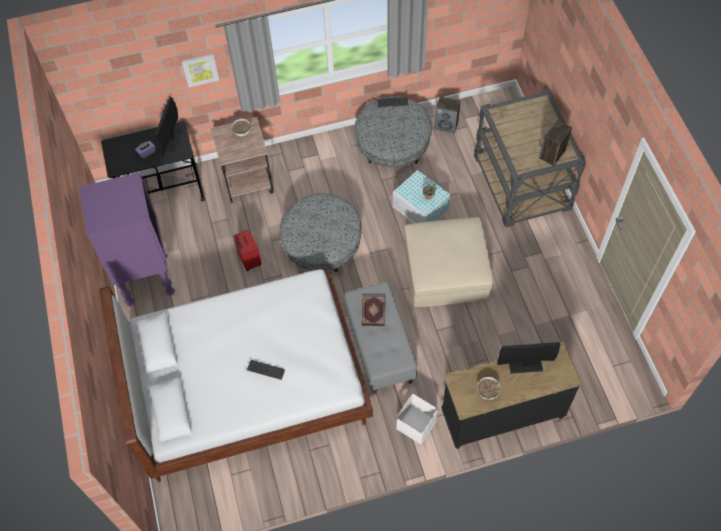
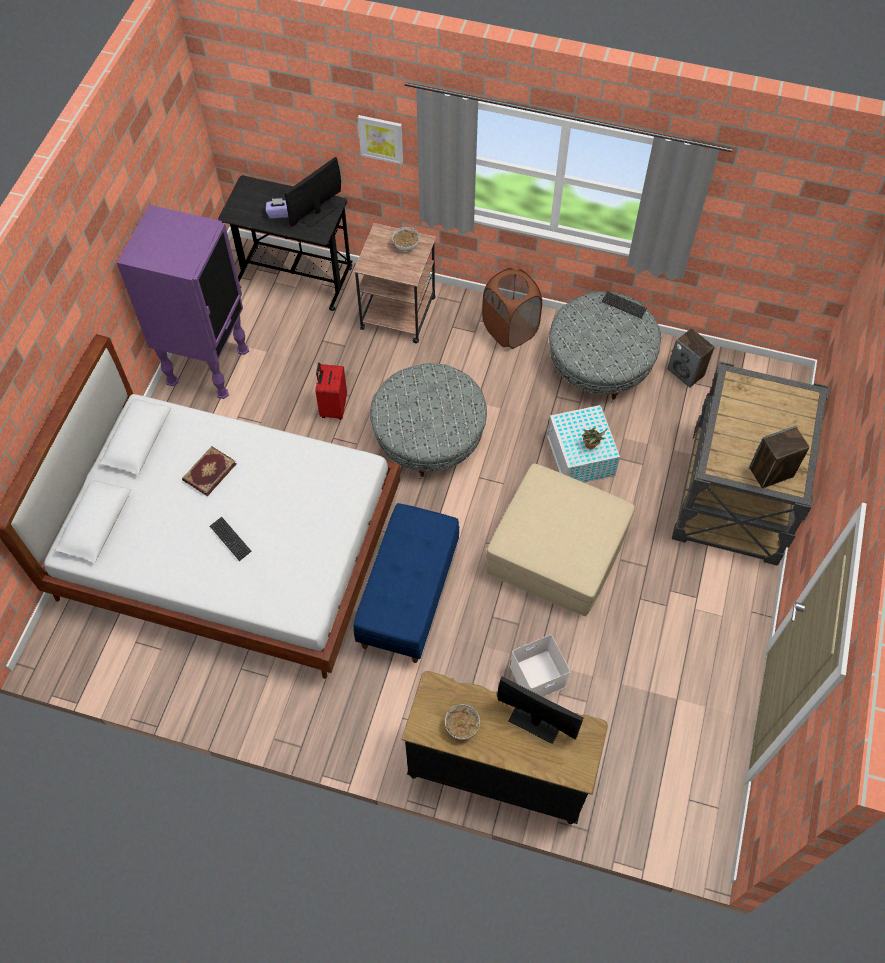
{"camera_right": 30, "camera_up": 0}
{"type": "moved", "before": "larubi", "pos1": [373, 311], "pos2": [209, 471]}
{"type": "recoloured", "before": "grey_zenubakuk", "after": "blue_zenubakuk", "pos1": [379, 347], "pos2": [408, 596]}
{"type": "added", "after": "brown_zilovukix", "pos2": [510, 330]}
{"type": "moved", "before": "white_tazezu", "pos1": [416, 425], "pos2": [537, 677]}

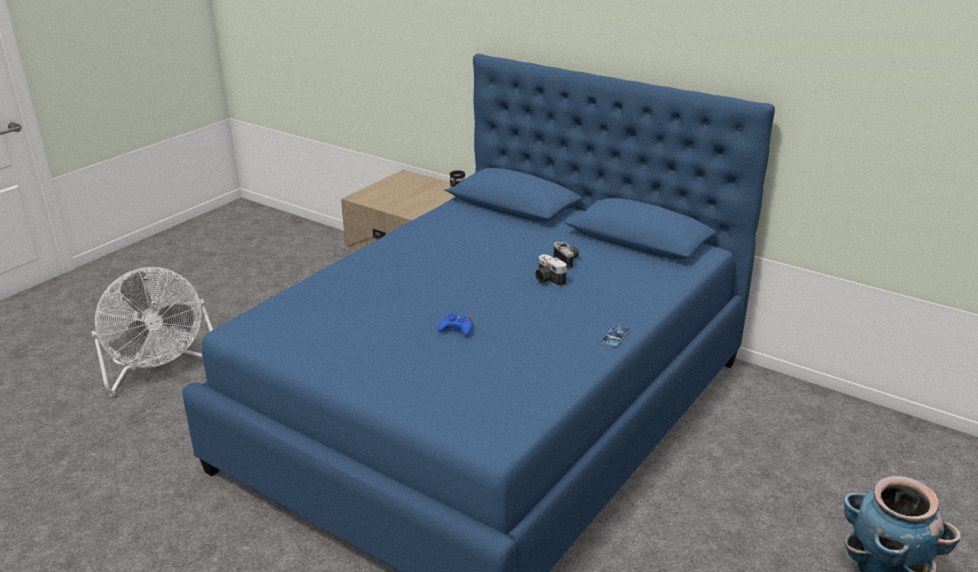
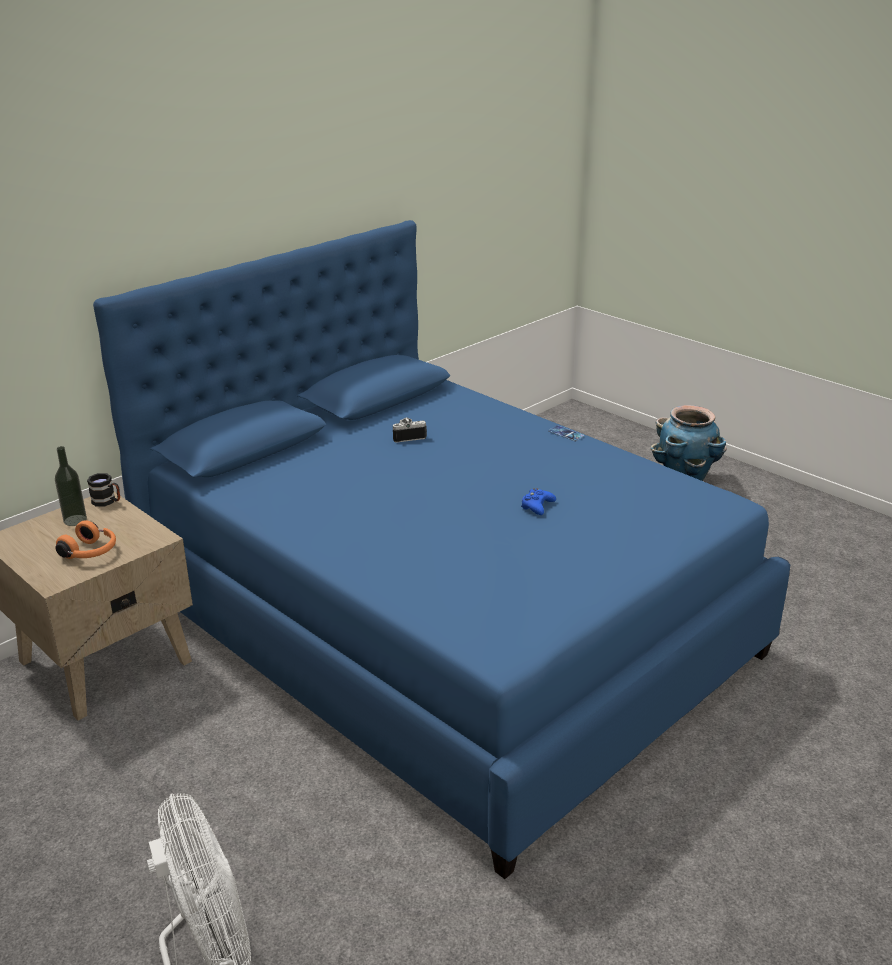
{"camera_right": -80, "camera_up": 0}
{"type": "added", "after": "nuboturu", "pos2": [75, 520]}
{"type": "added", "after": "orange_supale", "pos2": [91, 552]}
{"type": "removed", "before": "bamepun", "pos1": [548, 280]}

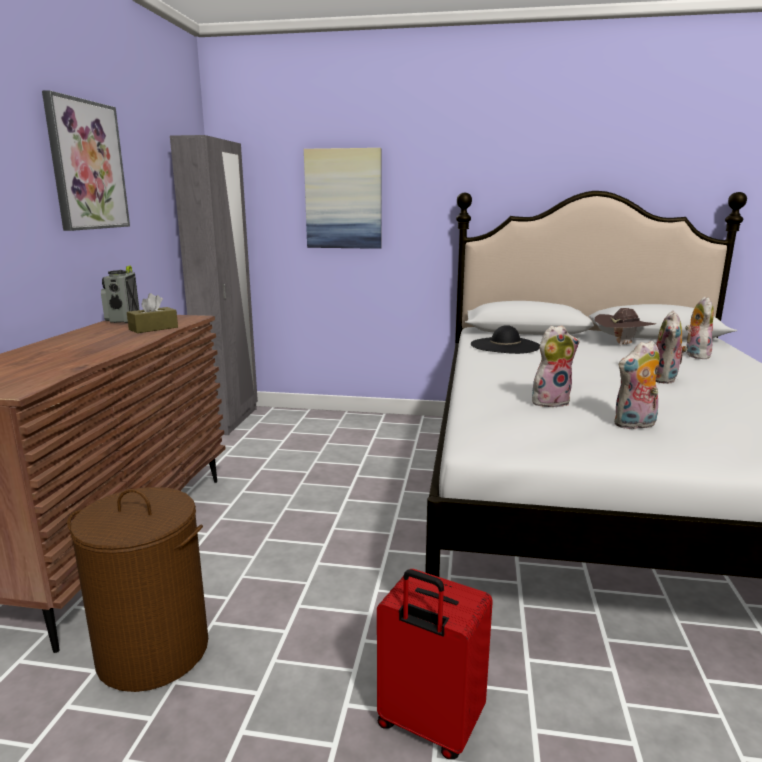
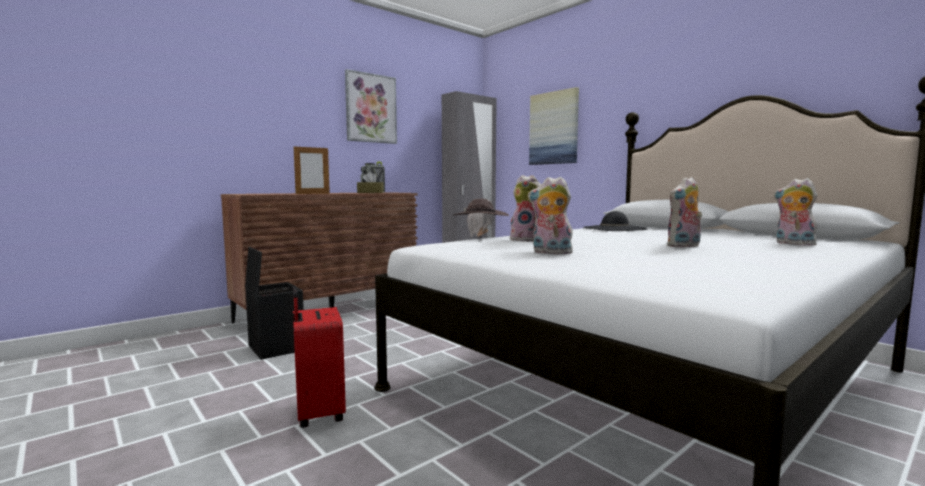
{"camera_right": 40, "camera_up": -10}
{"type": "replaced", "before": "brown_zilovukix", "after": "black_tazezu", "pos1": [152, 651], "pos2": [275, 348]}
{"type": "added", "after": "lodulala", "pos2": [312, 193]}
{"type": "moved", "before": "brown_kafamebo", "pos1": [622, 344], "pos2": [480, 237]}
{"type": "turned", "before": "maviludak", "pos1": [694, 355], "pos2": [793, 244], "turn": -90}

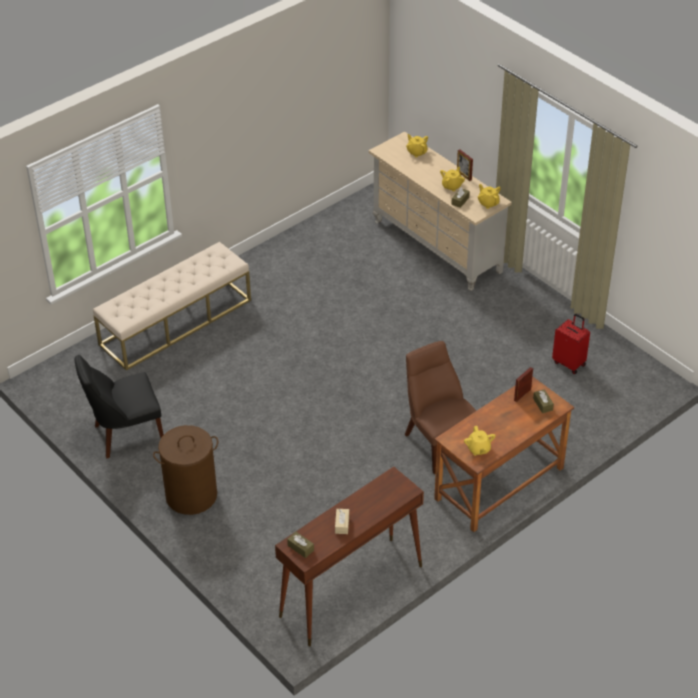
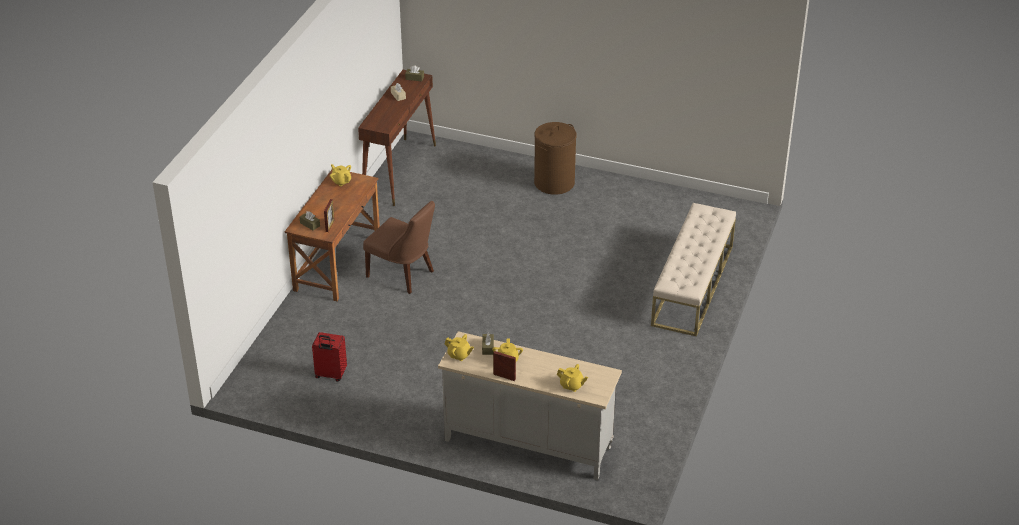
{"camera_right": 150, "camera_up": -5}
{"type": "removed", "before": "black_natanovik", "pos1": [125, 434]}

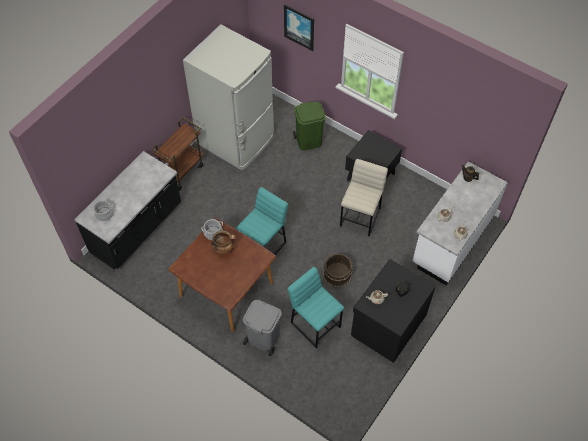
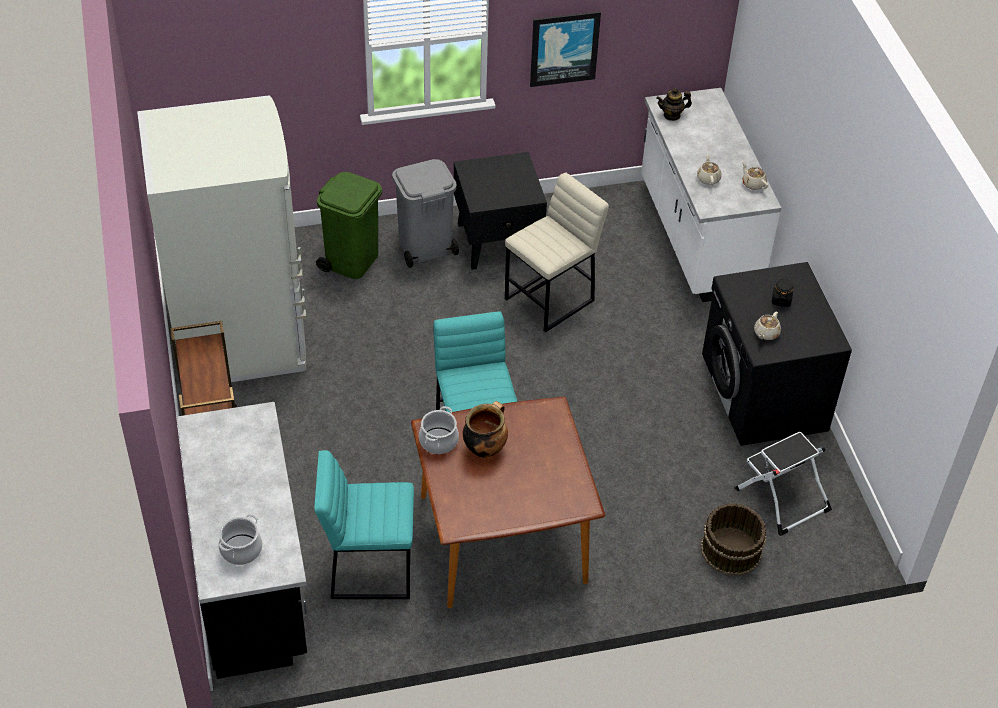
{"camera_right": -50, "camera_up": -10}
{"type": "moved", "before": "turquoise_natanovik", "pos1": [314, 324], "pos2": [368, 569]}
{"type": "moved", "before": "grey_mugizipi", "pos1": [263, 339], "pos2": [424, 247]}
{"type": "turned", "before": "beige_natanovik", "pos1": [360, 216], "pos2": [551, 298], "turn": 75}
{"type": "moved", "before": "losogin", "pos1": [299, 27], "pos2": [564, 48]}
{"type": "moved", "before": "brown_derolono", "pos1": [337, 274], "pos2": [730, 550]}
{"type": "added", "after": "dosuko", "pos2": [783, 496]}

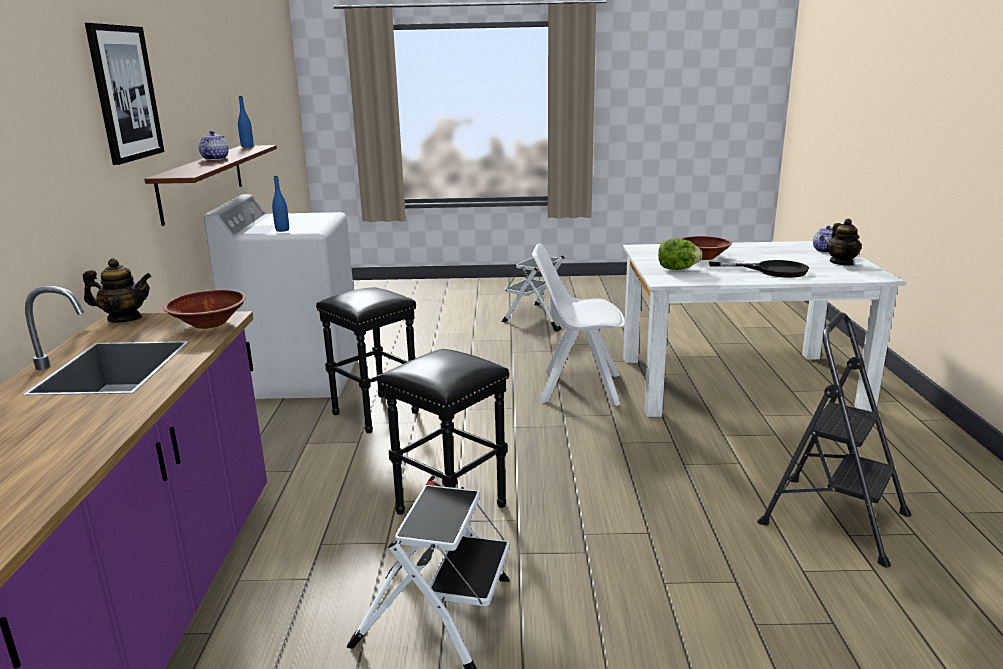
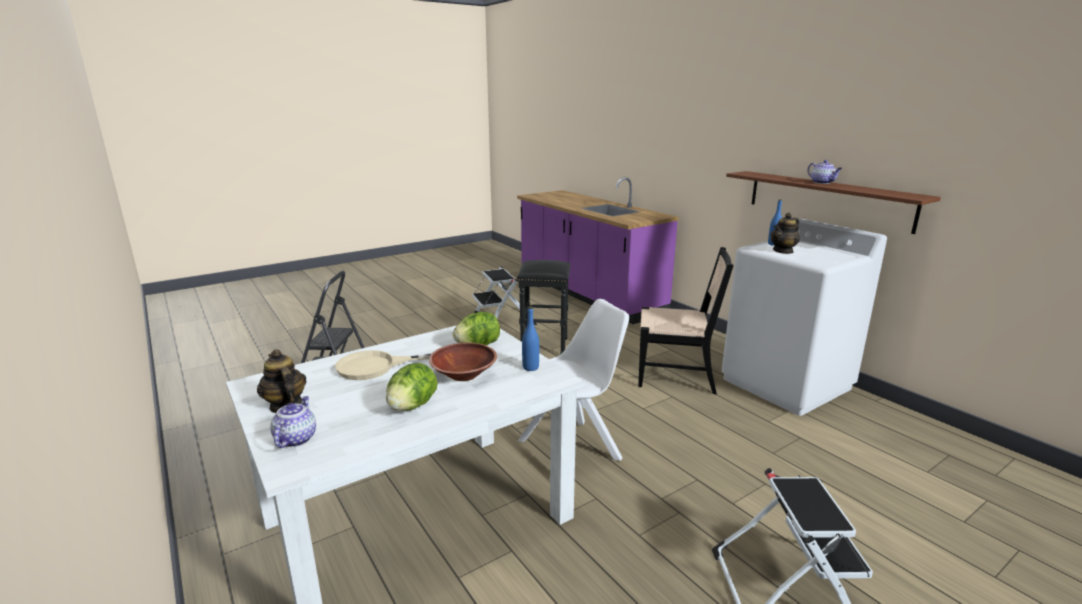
{"camera_right": 145, "camera_up": 0}
{"type": "recoloured", "before": "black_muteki", "after": "beige_muteki", "pos1": [771, 270], "pos2": [377, 366]}
{"type": "added", "after": "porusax", "pos2": [412, 406]}
{"type": "moved", "before": "blue_nuboturu", "pos1": [247, 146], "pos2": [530, 367]}
{"type": "replaced", "before": "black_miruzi", "after": "natanovik", "pos1": [375, 412], "pos2": [676, 377]}
{"type": "moved", "before": "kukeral", "pos1": [124, 319], "pos2": [783, 251]}
{"type": "removed", "before": "losogin", "pos1": [125, 93]}
{"type": "removed", "before": "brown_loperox", "pos1": [209, 323]}

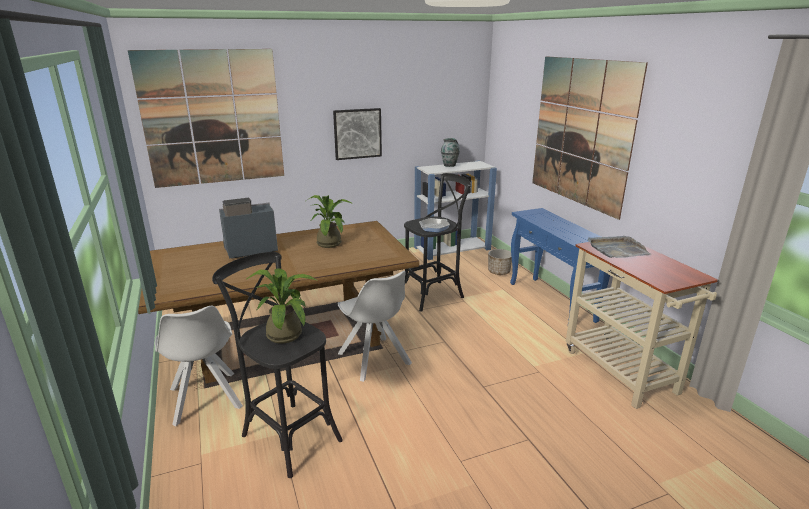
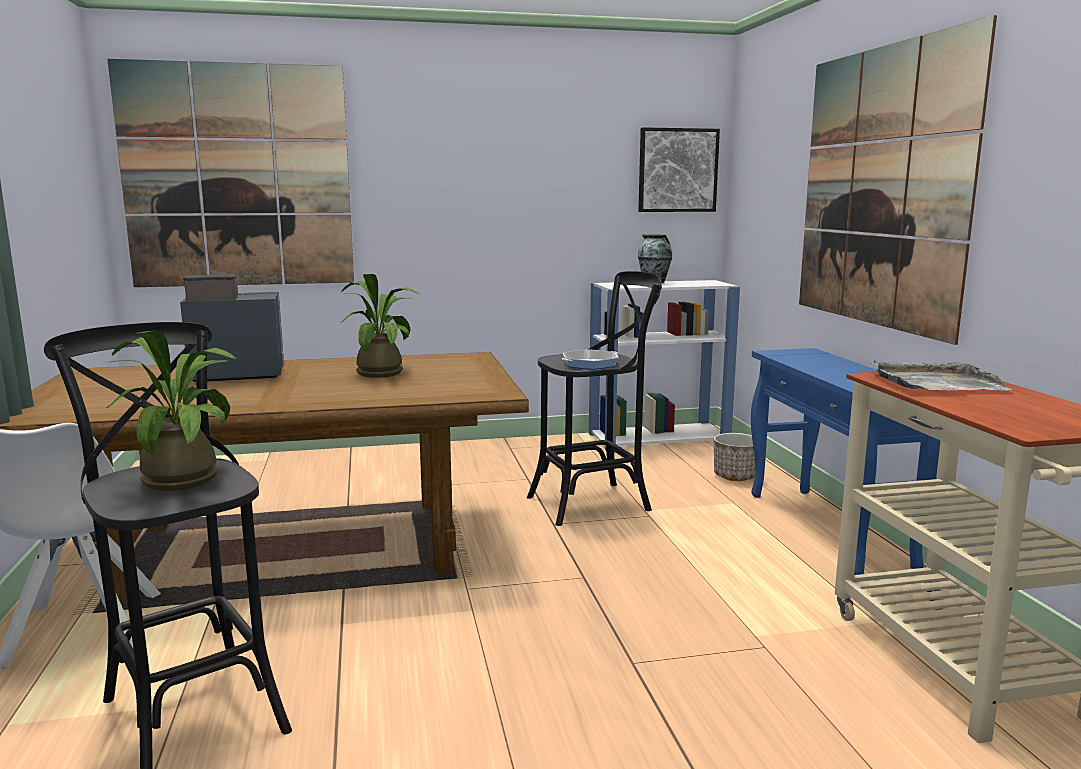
{"camera_right": 10, "camera_up": -10}
{"type": "moved", "before": "losogin", "pos1": [357, 133], "pos2": [677, 170]}
{"type": "removed", "before": "white_natanovik", "pos1": [374, 359]}

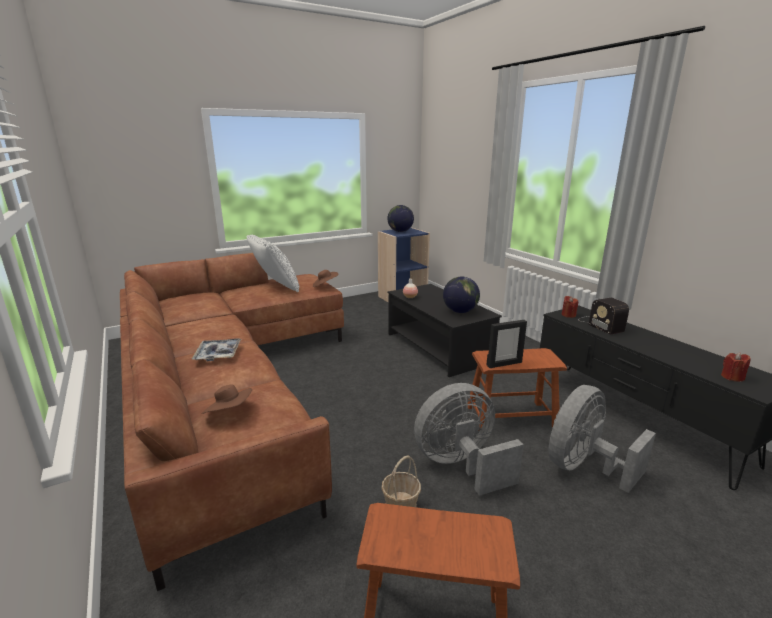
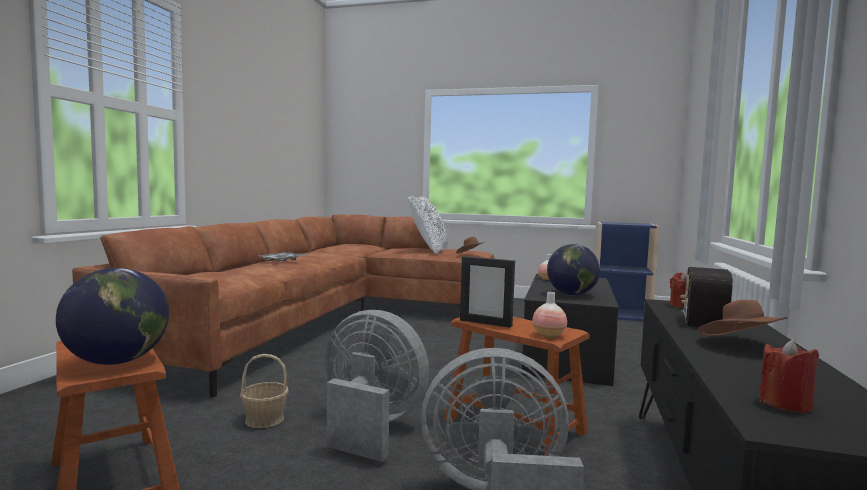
{"camera_right": 45, "camera_up": -15}
{"type": "moved", "before": "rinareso", "pos1": [400, 231], "pos2": [116, 362]}
{"type": "added", "after": "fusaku", "pos2": [548, 335]}
{"type": "moved", "before": "brown_kafamebo", "pos1": [230, 413], "pos2": [740, 345]}

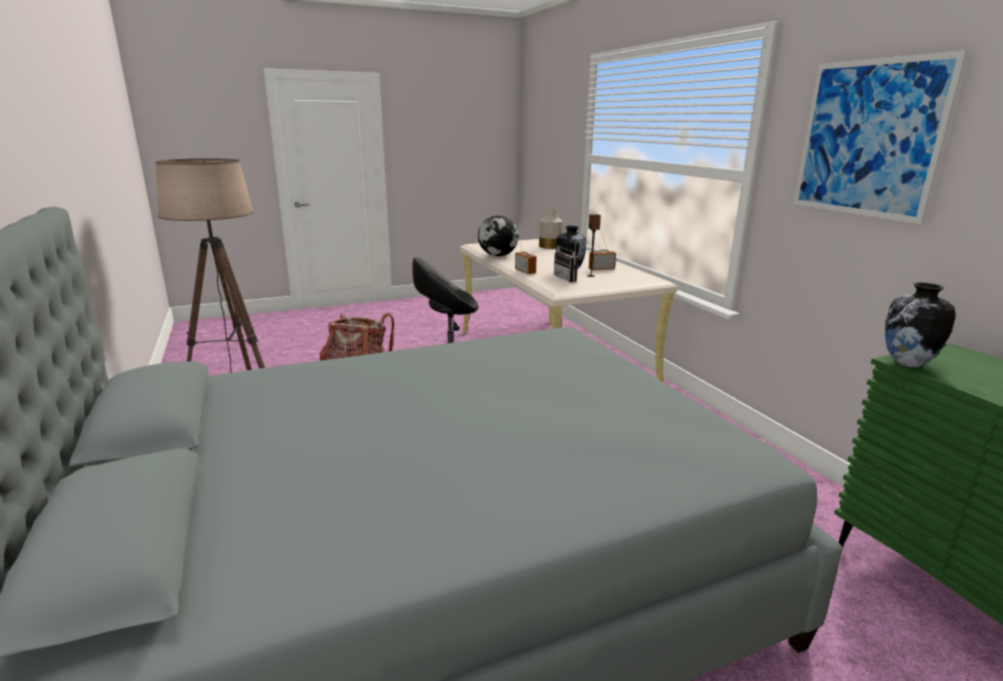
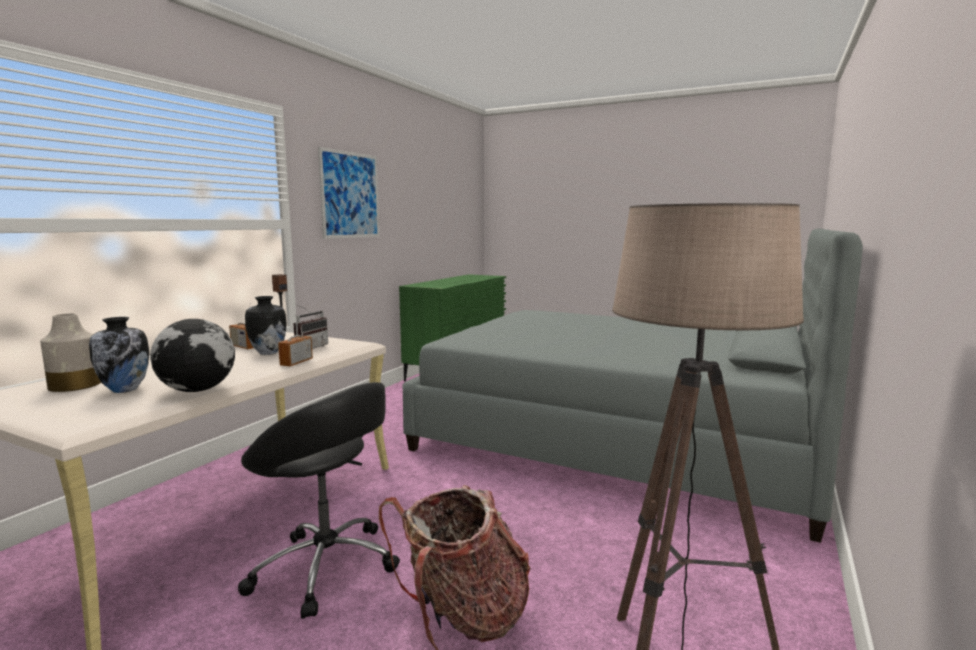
{"camera_right": -130, "camera_up": -10}
{"type": "moved", "before": "fusaku", "pos1": [907, 363], "pos2": [125, 389]}

